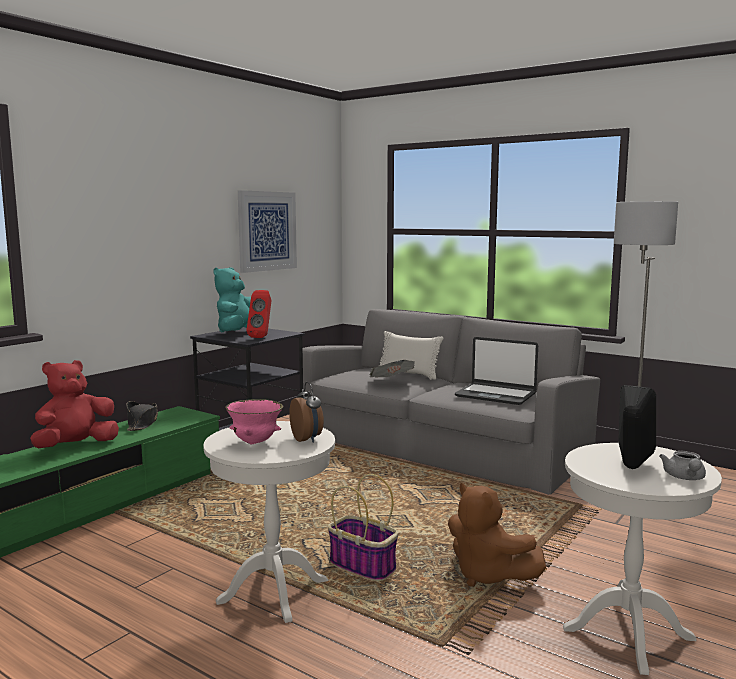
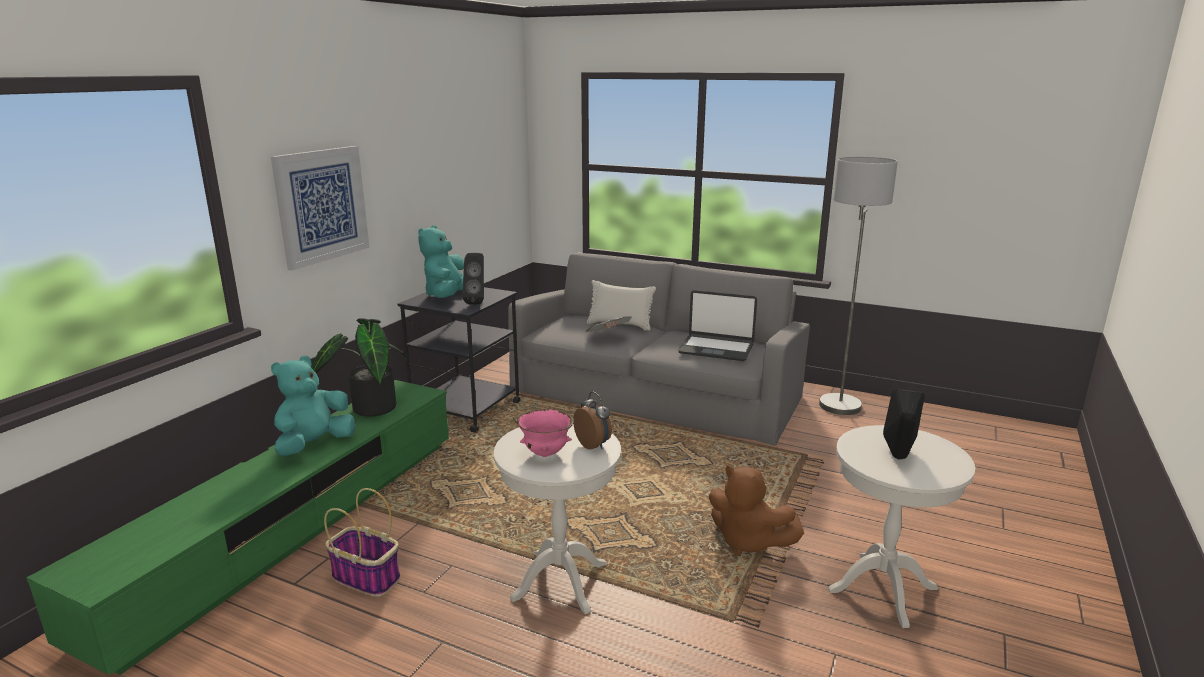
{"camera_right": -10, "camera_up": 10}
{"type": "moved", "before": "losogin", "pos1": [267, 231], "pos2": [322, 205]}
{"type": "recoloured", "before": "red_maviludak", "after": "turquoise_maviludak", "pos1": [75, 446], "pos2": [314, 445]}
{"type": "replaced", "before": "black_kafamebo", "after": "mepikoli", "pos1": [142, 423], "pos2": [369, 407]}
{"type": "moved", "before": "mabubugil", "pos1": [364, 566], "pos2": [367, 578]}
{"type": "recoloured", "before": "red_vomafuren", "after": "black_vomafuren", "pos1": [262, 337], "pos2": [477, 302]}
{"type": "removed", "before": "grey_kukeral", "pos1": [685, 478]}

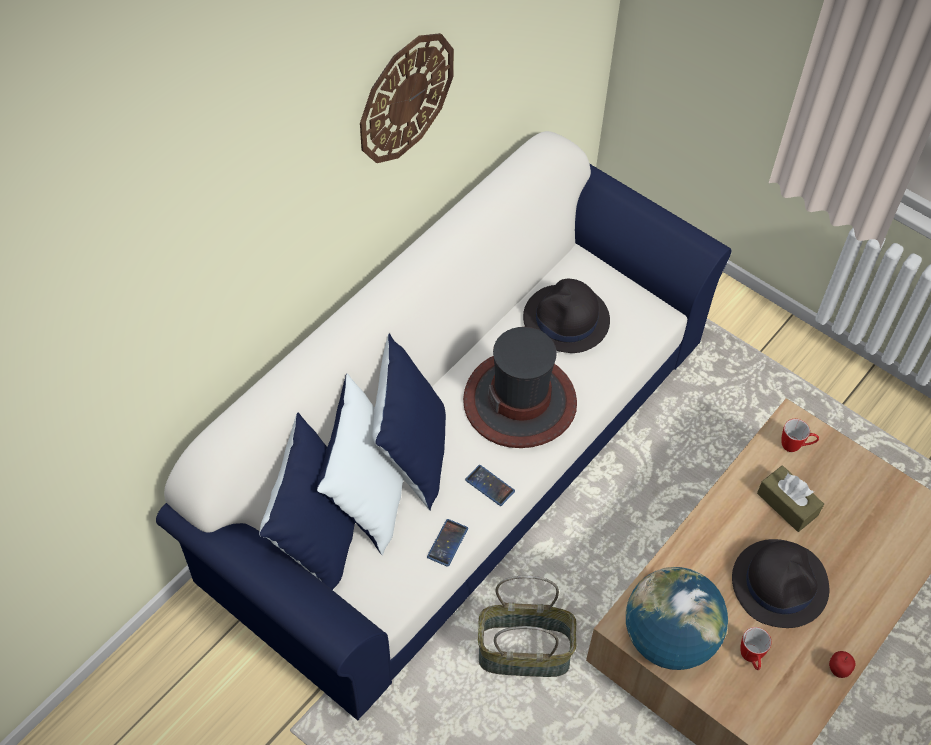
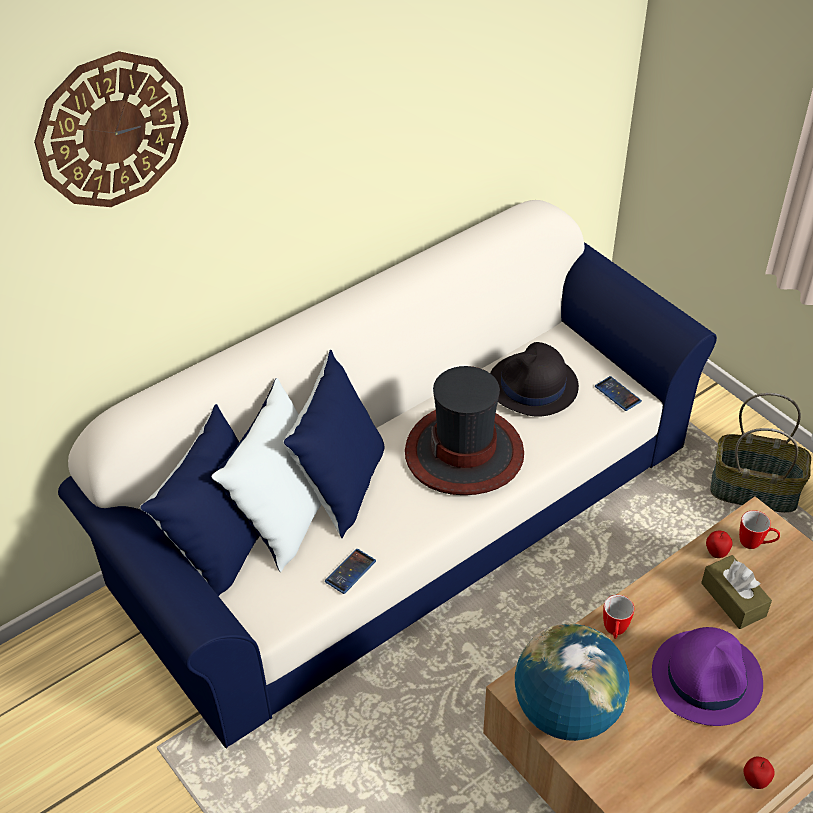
{"camera_right": 15, "camera_up": -10}
{"type": "moved", "before": "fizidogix", "pos1": [405, 97], "pos2": [112, 130]}
{"type": "moved", "before": "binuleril", "pos1": [490, 485], "pos2": [617, 394]}
{"type": "moved", "before": "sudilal", "pos1": [751, 659], "pos2": [614, 632]}
{"type": "recoloured", "before": "black_kafamebo", "after": "purple_kafamebo", "pos1": [780, 583], "pos2": [707, 677]}
{"type": "added", "after": "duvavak", "pos2": [716, 553]}
{"type": "moved", "before": "mabubugil", "pos1": [525, 651], "pos2": [754, 490]}

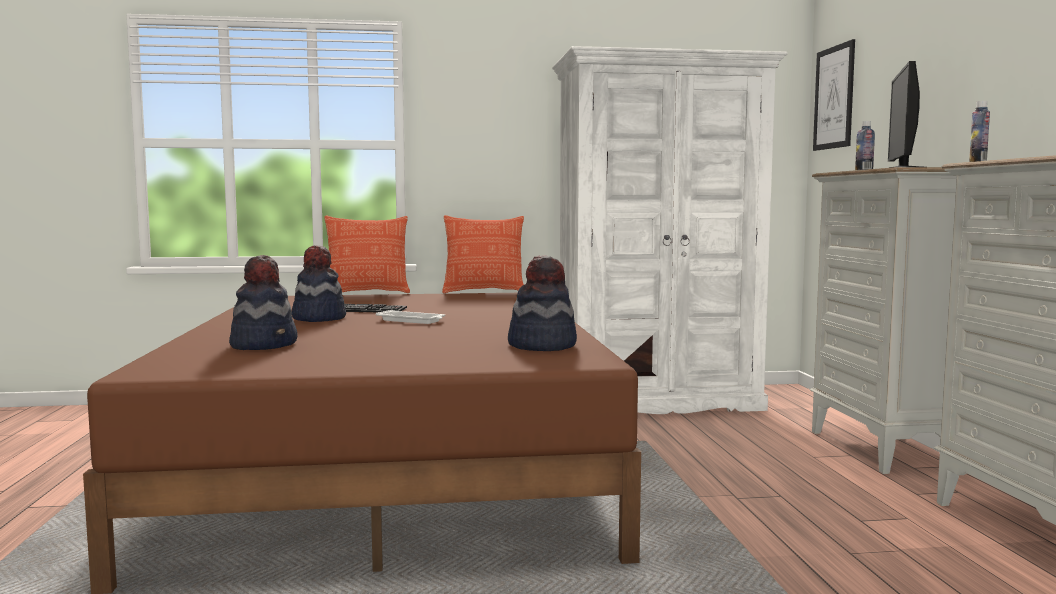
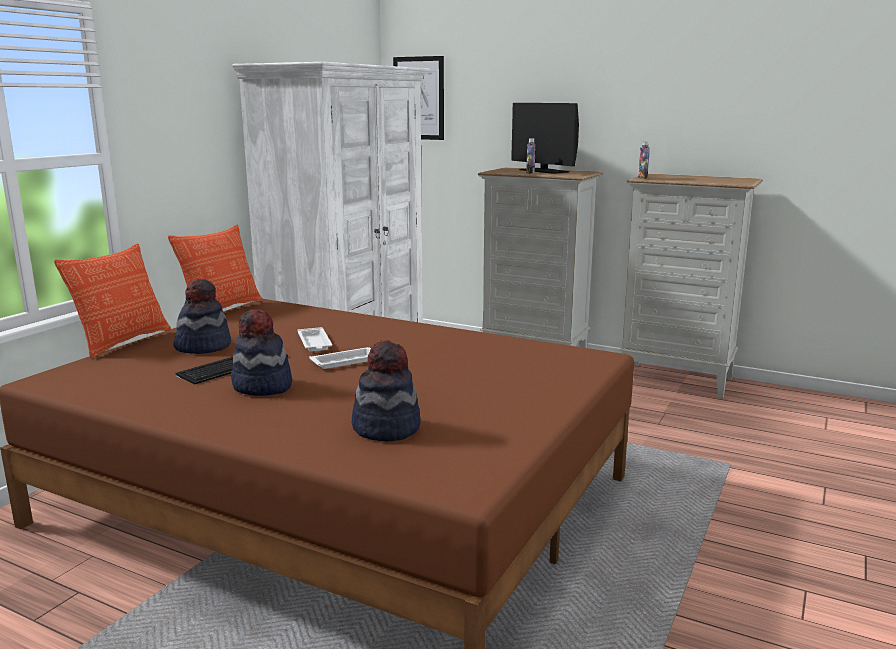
{"camera_right": -55, "camera_up": 10}
{"type": "moved", "before": "kafamebo", "pos1": [542, 345], "pos2": [203, 346]}
{"type": "added", "after": "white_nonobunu", "pos2": [314, 343]}

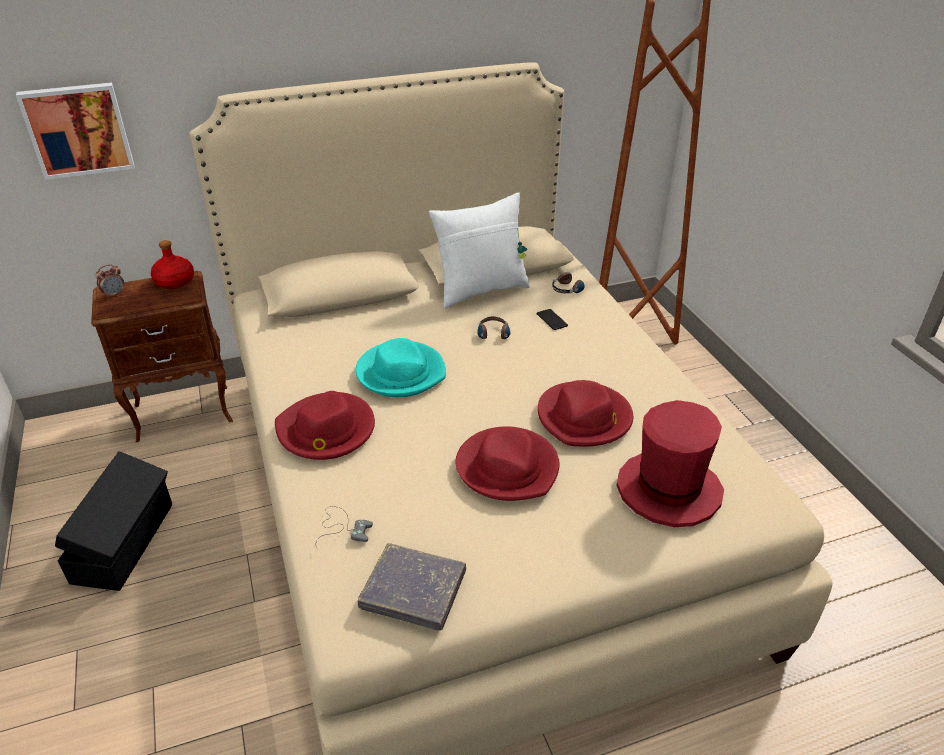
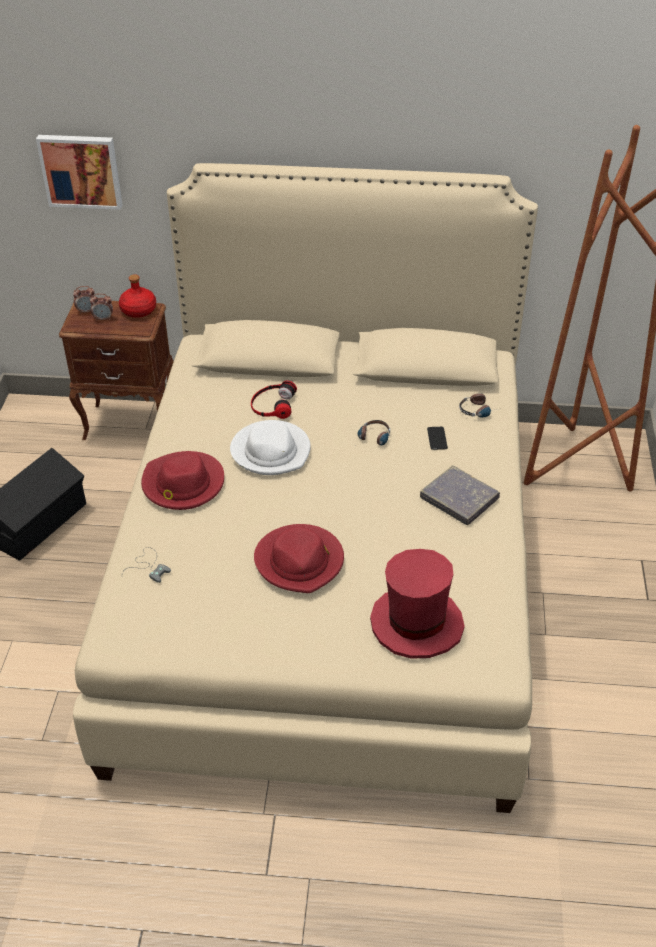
{"camera_right": 25, "camera_up": 5}
{"type": "added", "after": "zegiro", "pos2": [103, 318]}
{"type": "recoloured", "before": "turquoise_kafamebo", "after": "white_kafamebo", "pos1": [401, 372], "pos2": [271, 451]}
{"type": "added", "after": "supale", "pos2": [272, 404]}
{"type": "moved", "before": "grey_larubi", "pos1": [413, 590], "pos2": [459, 499]}
{"type": "removed", "before": "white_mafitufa", "pos1": [481, 291]}
{"type": "removed", "before": "red_kafamebo", "pos1": [584, 418]}

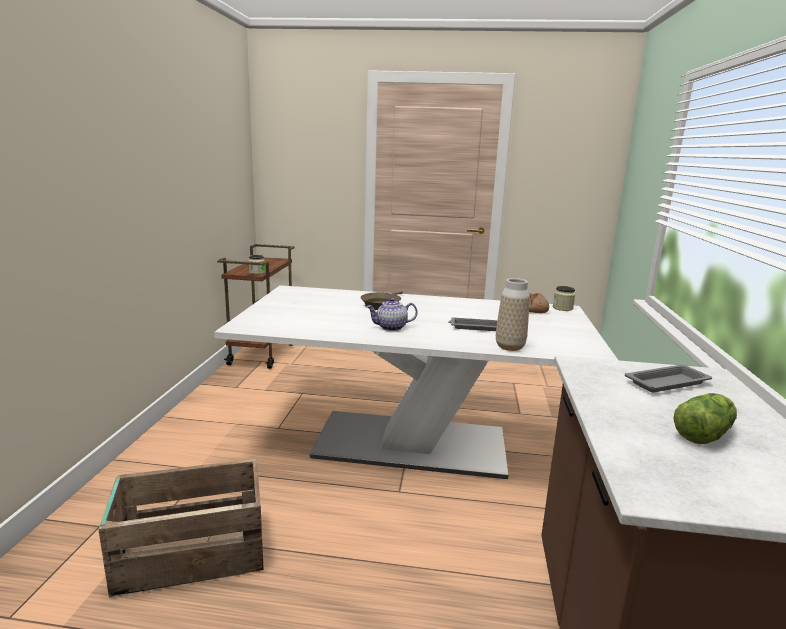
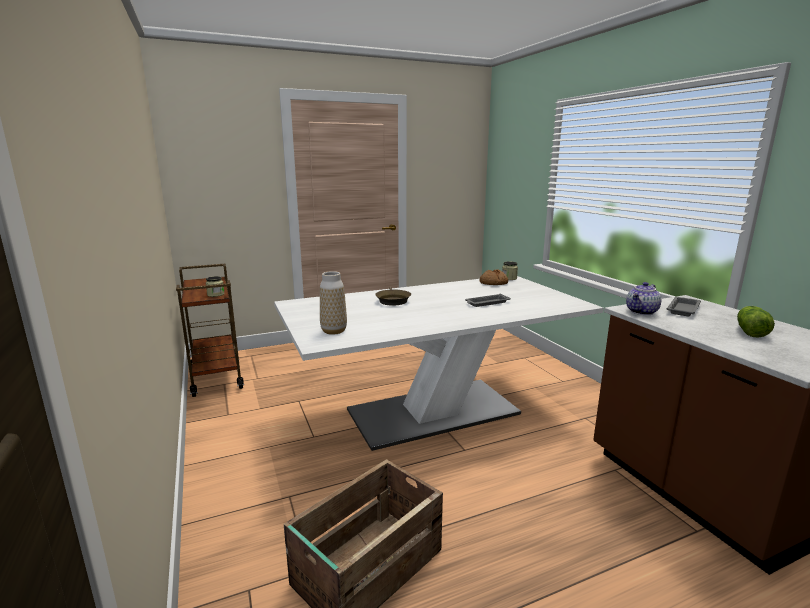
{"camera_right": -30, "camera_up": 0}
{"type": "moved", "before": "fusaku", "pos1": [510, 347], "pos2": [334, 331]}
{"type": "moved", "before": "kukeral", "pos1": [391, 328], "pos2": [642, 312]}

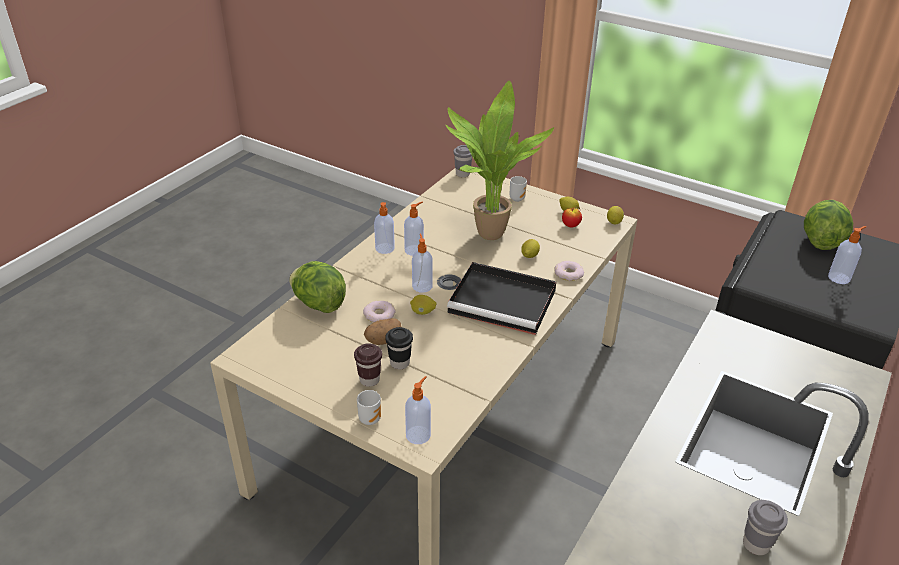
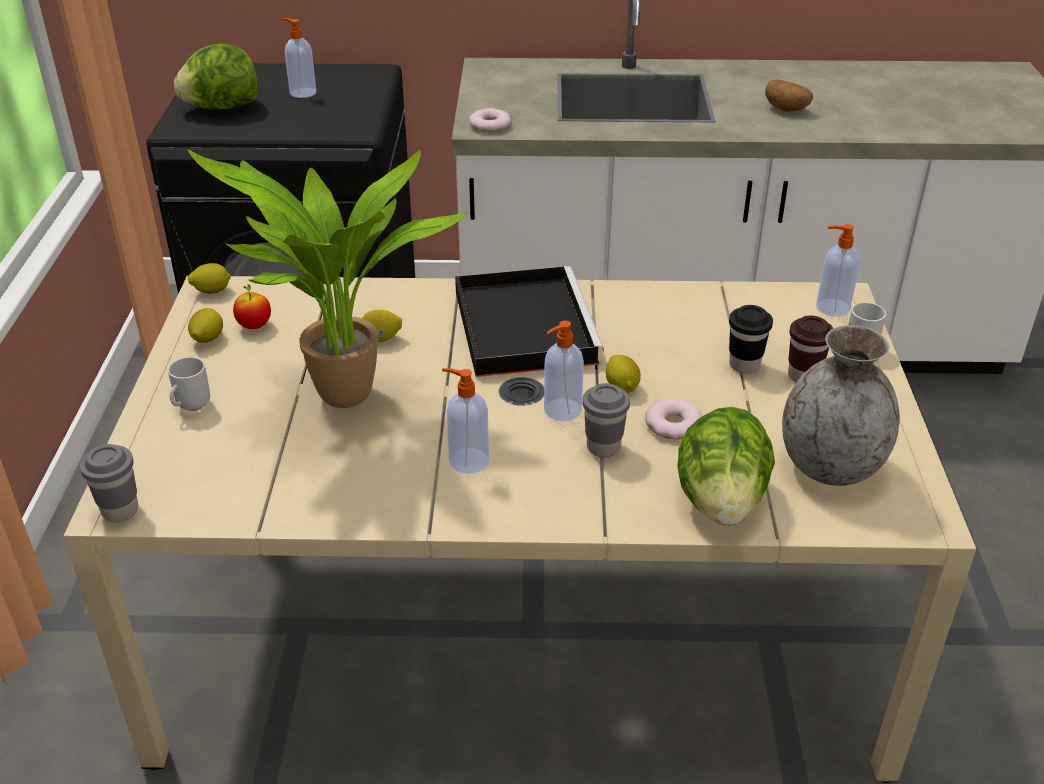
{"camera_right": -120, "camera_up": 0}
{"type": "moved", "before": "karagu", "pos1": [568, 274], "pos2": [490, 125]}
{"type": "moved", "before": "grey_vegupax", "pos1": [756, 544], "pos2": [603, 447]}
{"type": "moved", "before": "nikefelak", "pos1": [383, 340], "pos2": [786, 109]}
{"type": "added", "after": "grey_fusaku", "pos2": [830, 466]}
{"type": "removed", "before": "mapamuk", "pos1": [385, 249]}

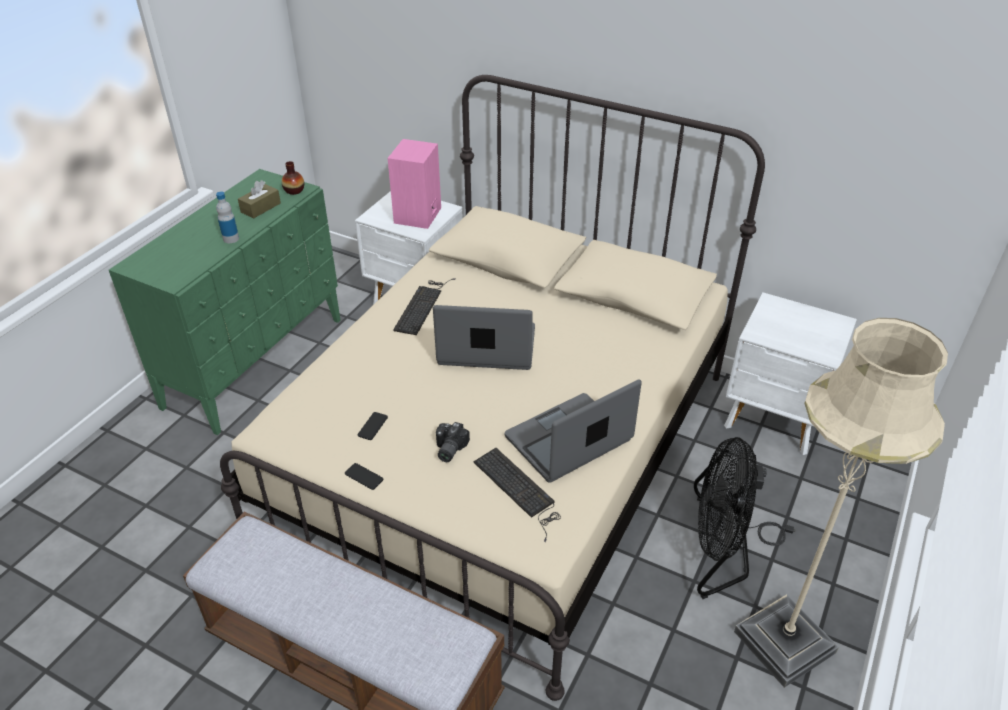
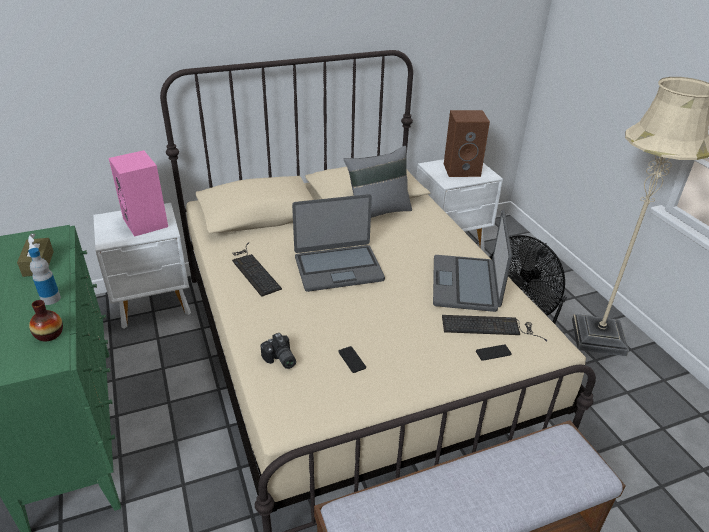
{"camera_right": -50, "camera_up": -5}
{"type": "moved", "before": "fusaku", "pos1": [294, 190], "pos2": [49, 334]}
{"type": "moved", "before": "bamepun", "pos1": [448, 449], "pos2": [279, 360]}
{"type": "turned", "before": "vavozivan", "pos1": [486, 347], "pos2": [338, 268], "turn": -150}
{"type": "added", "after": "grey_mafitufa", "pos2": [377, 212]}
{"type": "added", "after": "brown_vomafuren", "pos2": [462, 169]}
{"type": "moved", "before": "binuleril", "pos1": [364, 476], "pos2": [493, 353]}

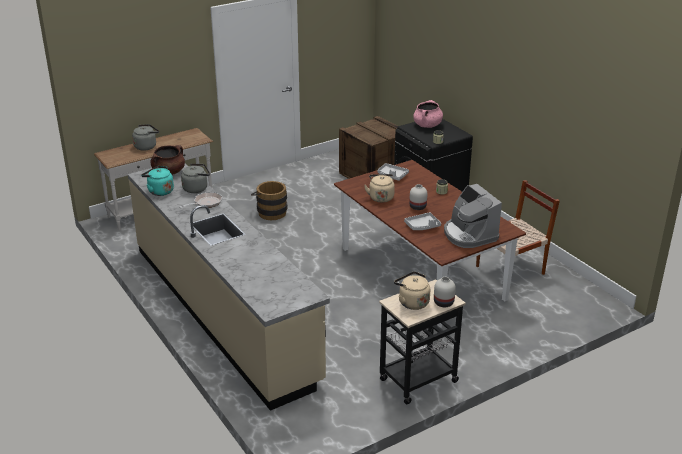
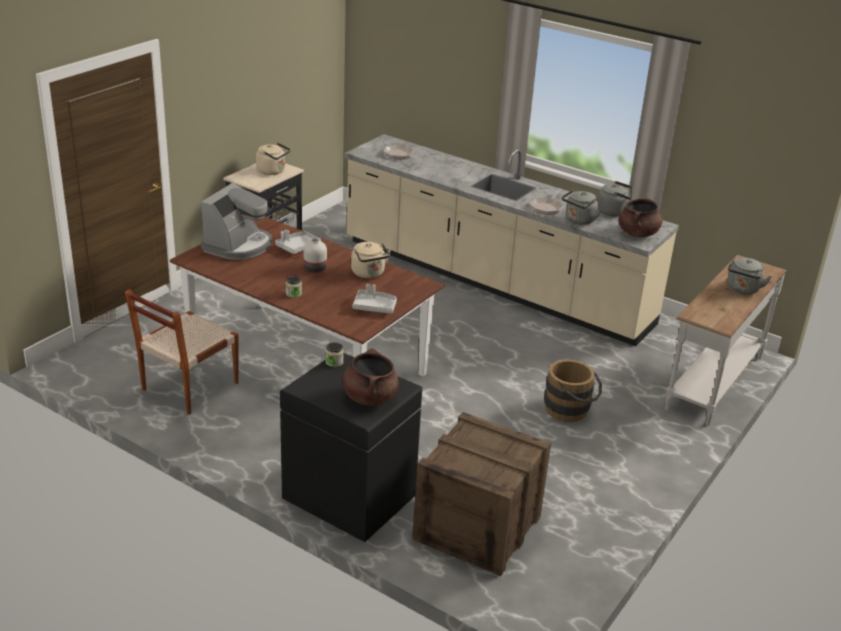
{"camera_right": 155, "camera_up": 0}
{"type": "turned", "before": "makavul", "pos1": [469, 235], "pos2": [238, 246], "turn": 75}
{"type": "recoloured", "before": "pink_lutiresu", "after": "brown_lutiresu", "pos1": [427, 125], "pos2": [370, 397]}
{"type": "added", "after": "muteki", "pos2": [400, 155]}
{"type": "recoloured", "before": "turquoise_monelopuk", "after": "grey_monelopuk", "pos1": [159, 191], "pos2": [613, 212]}
{"type": "removed", "before": "white_fusaku", "pos1": [444, 303]}

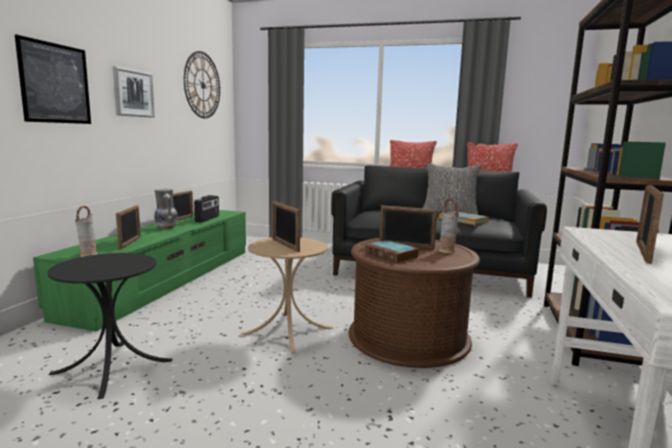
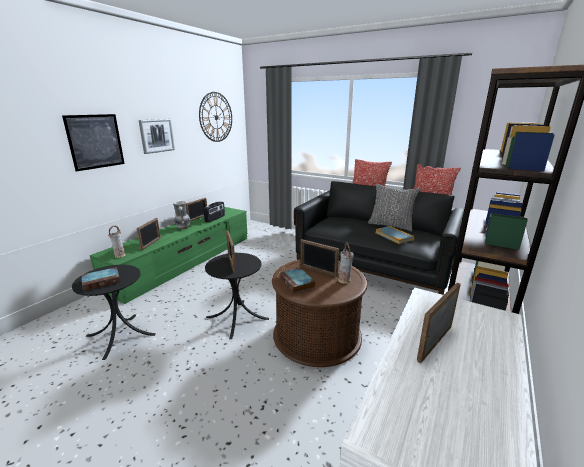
{"camera_right": 15, "camera_up": 10}
{"type": "added", "after": "larubi", "pos2": [102, 281]}
{"type": "recoloured", "before": "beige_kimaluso", "after": "black_kimaluso", "pos1": [288, 331], "pos2": [237, 318]}

